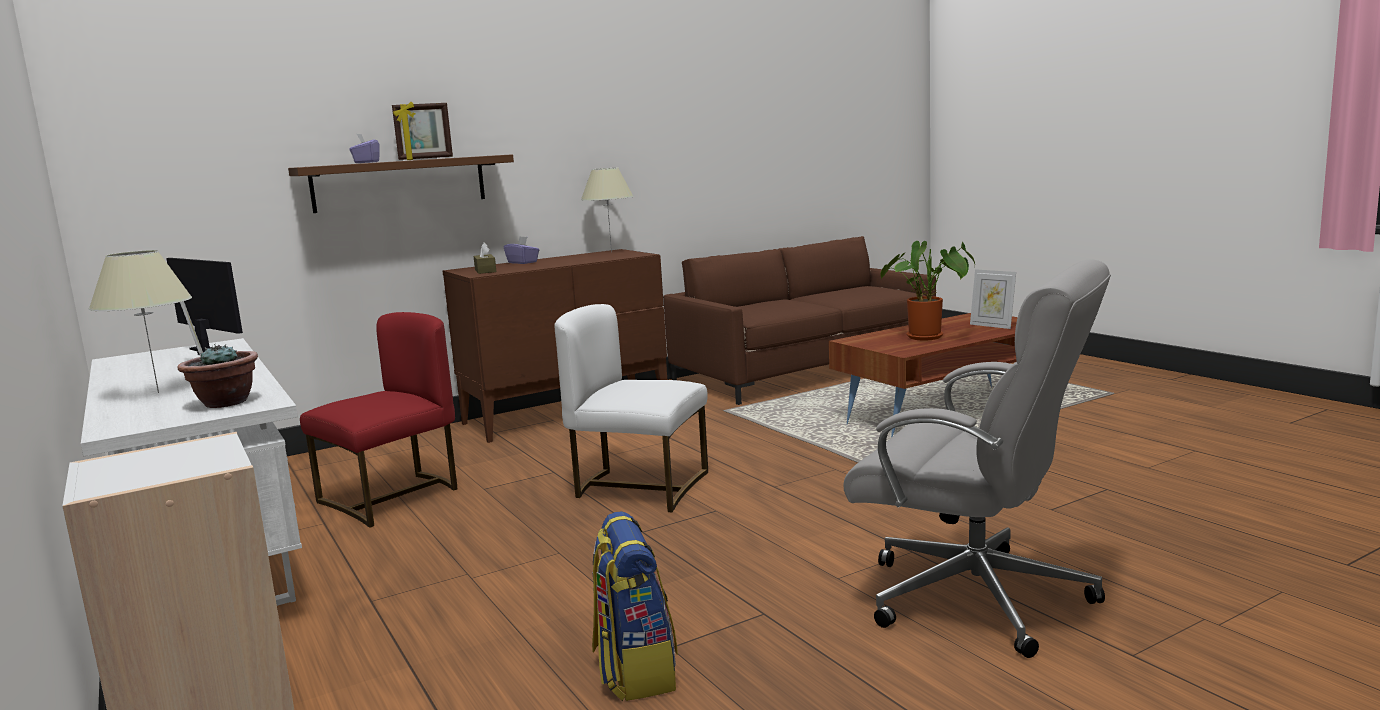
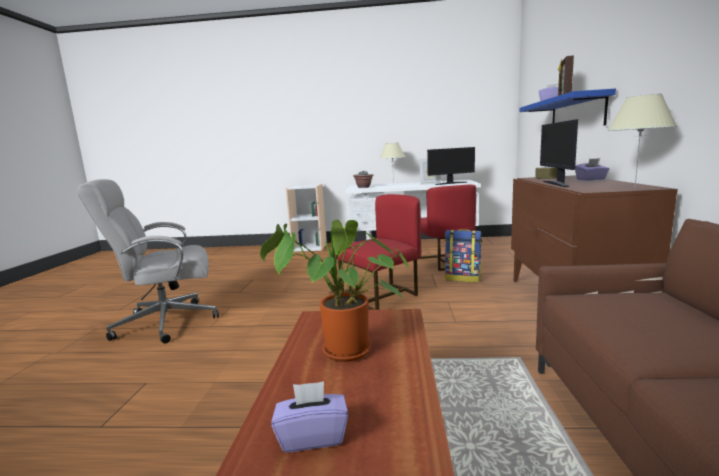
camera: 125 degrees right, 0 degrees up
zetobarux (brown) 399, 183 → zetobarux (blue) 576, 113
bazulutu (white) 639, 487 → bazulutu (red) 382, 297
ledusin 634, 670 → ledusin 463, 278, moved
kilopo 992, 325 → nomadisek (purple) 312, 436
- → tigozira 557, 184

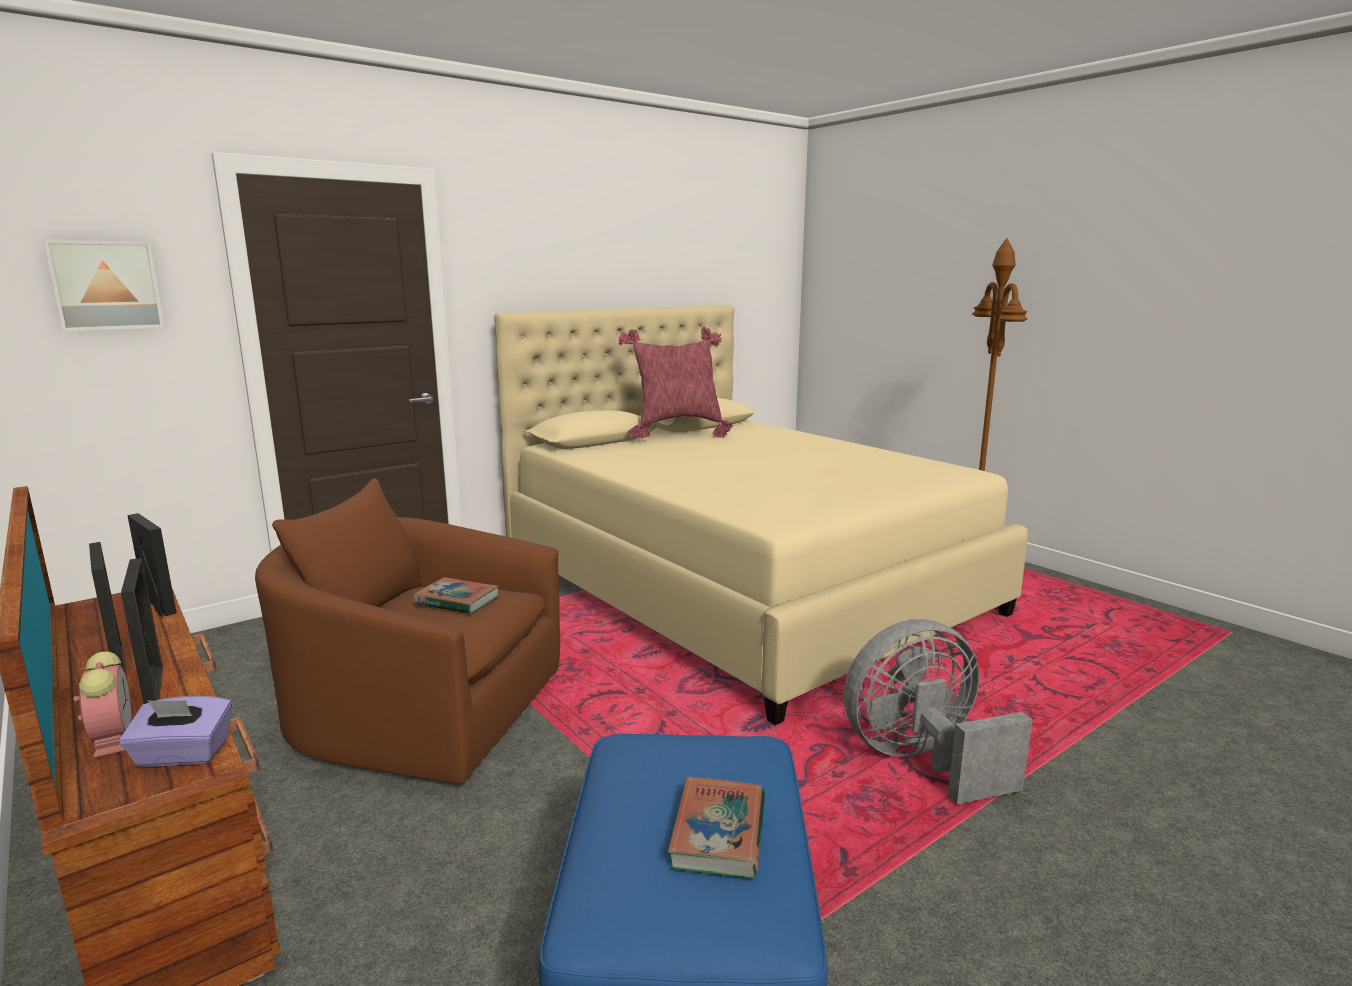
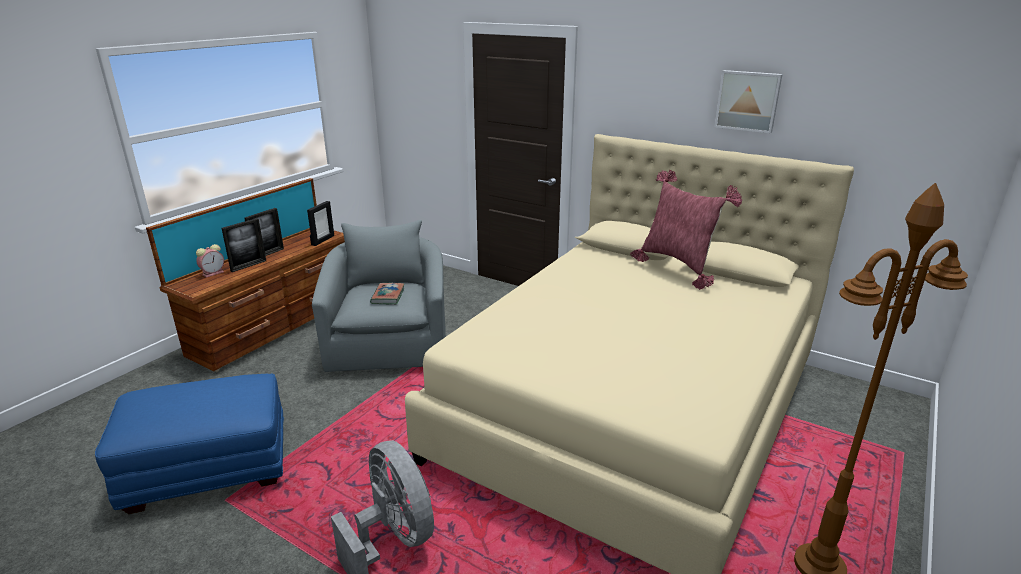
camera: 70 degrees right, 10 degrees up
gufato 106, 285 → gufato 748, 101, moved
nomadisek (purple) 183, 755 → -
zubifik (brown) 421, 712 → zubifik (grey) 390, 342
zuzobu 719, 833 → -

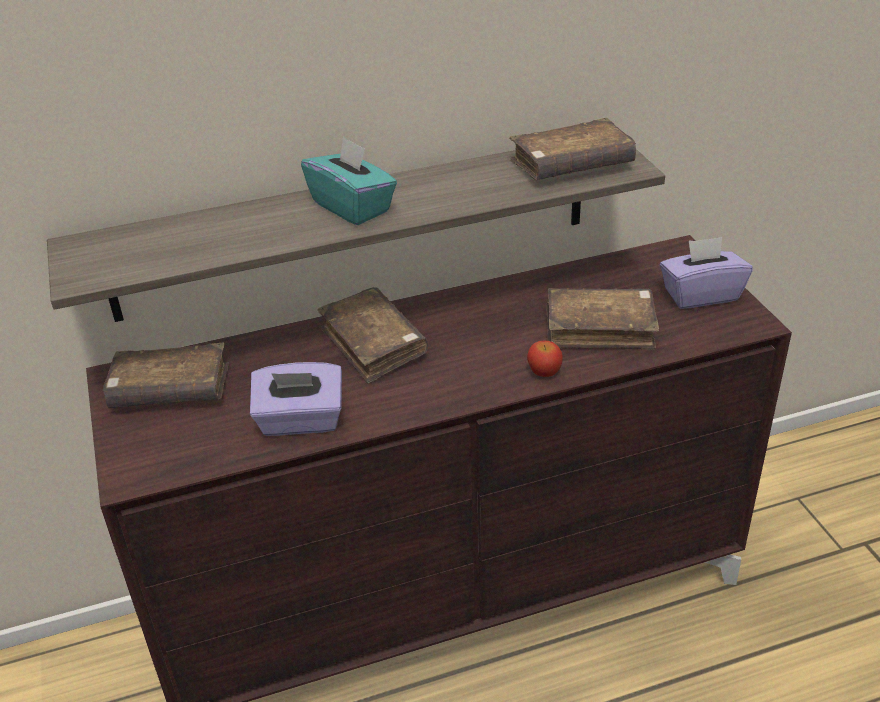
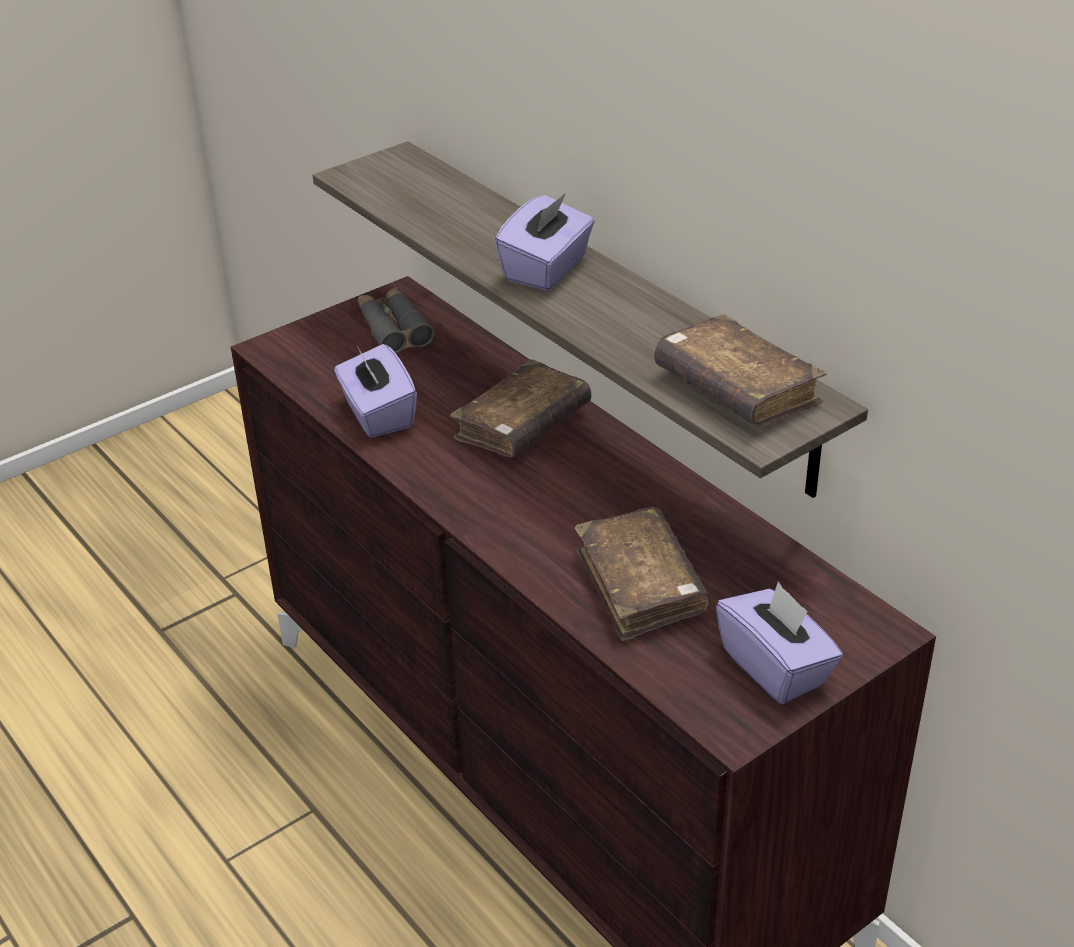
camera: 70 degrees right, 0 degrees up
zuzobu (brown) 170, 390 → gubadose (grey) 393, 329
nomadisek (turquoise) 352, 207 → nomadisek (purple) 546, 269
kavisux 544, 372 → -

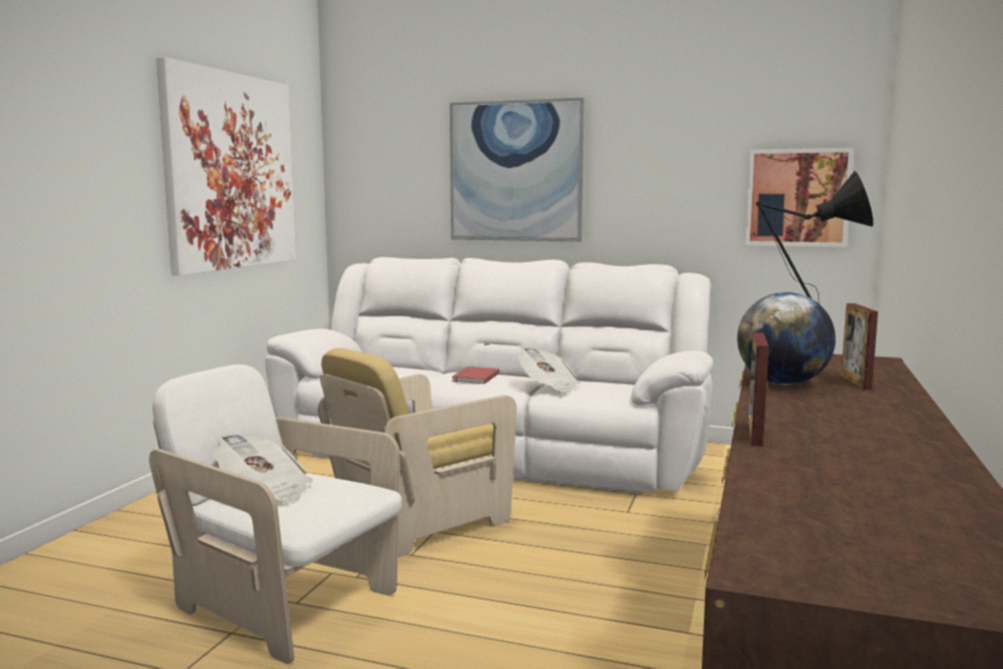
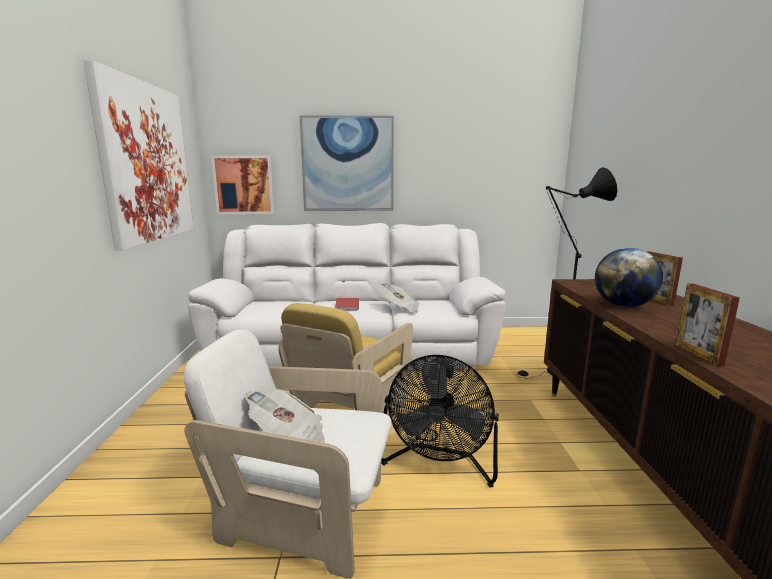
camera: 20 degrees left, 5 degrees up
gufato 797, 197 → gufato 244, 185, moved
- → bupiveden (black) 435, 460

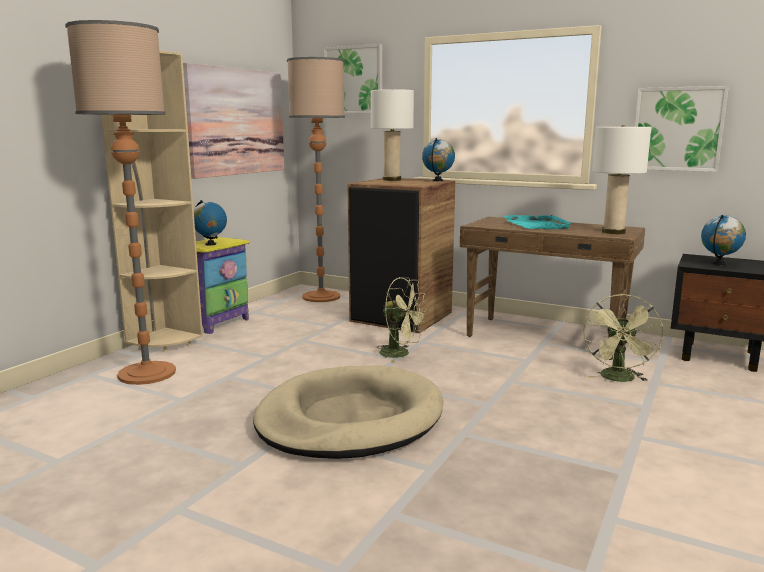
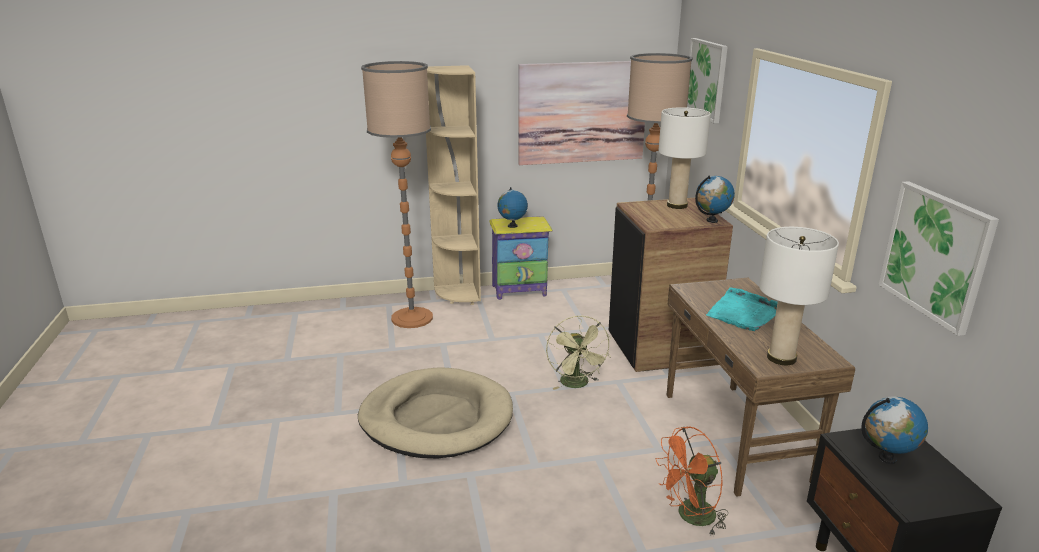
camera: 50 degrees right, 10 degrees up
bupiveden (green) 619, 379 → bupiveden (orange) 690, 517

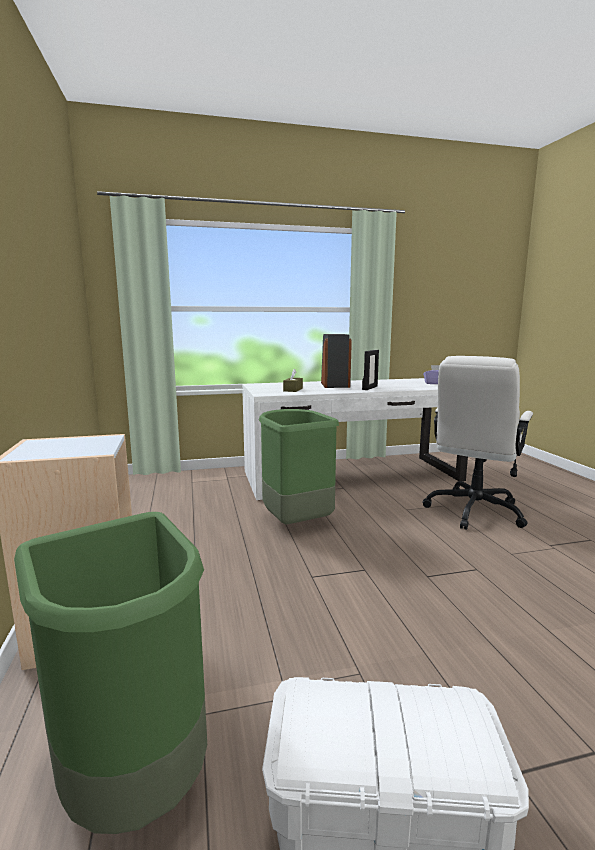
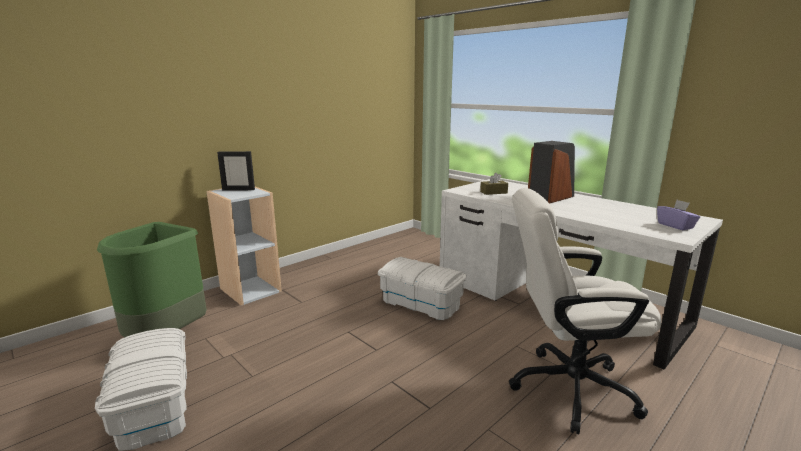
camera: 60 degrees right, 5 degrees up
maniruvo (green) 295, 523 → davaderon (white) 420, 303
kilopo 370, 388 → kilopo 238, 189, moved

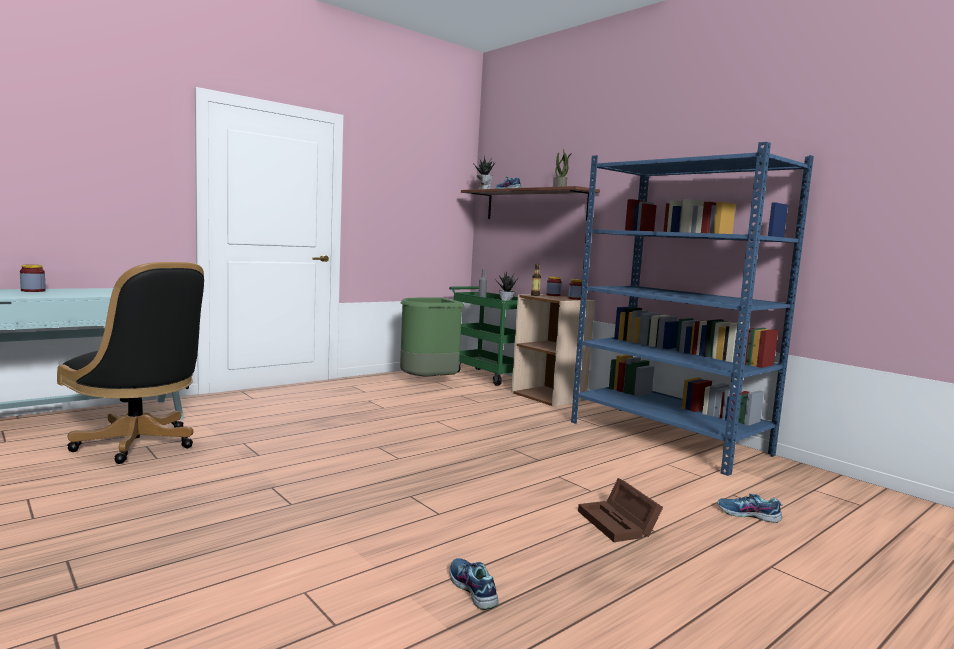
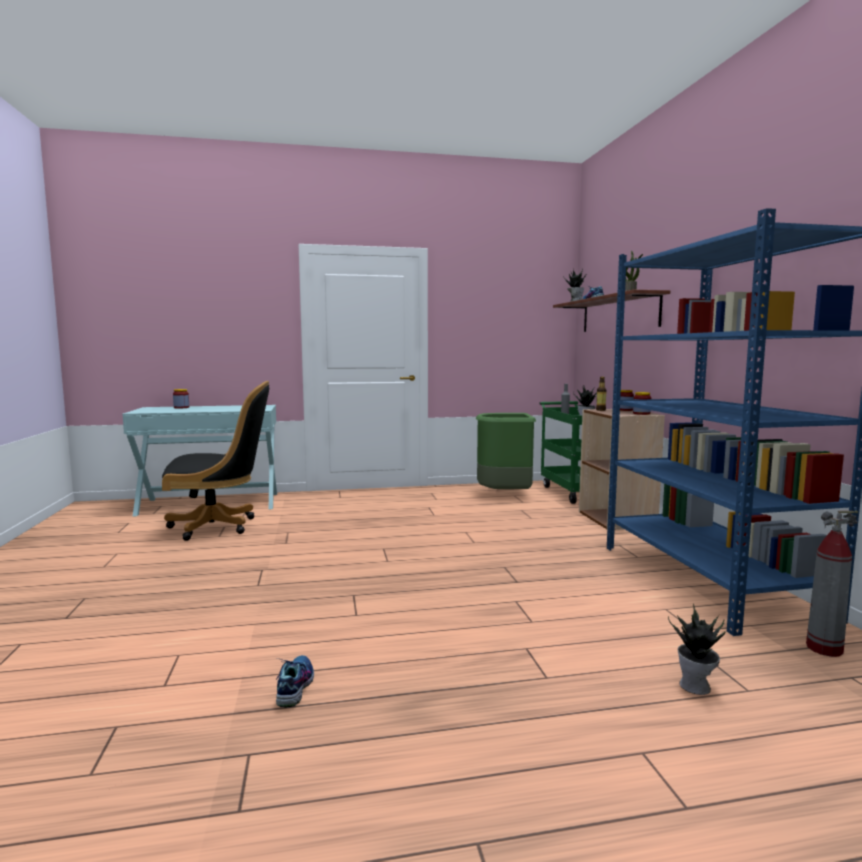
camera: 30 degrees right, 0 degrees up
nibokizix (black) 141, 447 → nibokizix (black) 220, 527, 75 degrees counterclockwise
davaderon (brown) 619, 524 → -
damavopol 748, 515 → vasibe 696, 687
- → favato 824, 649

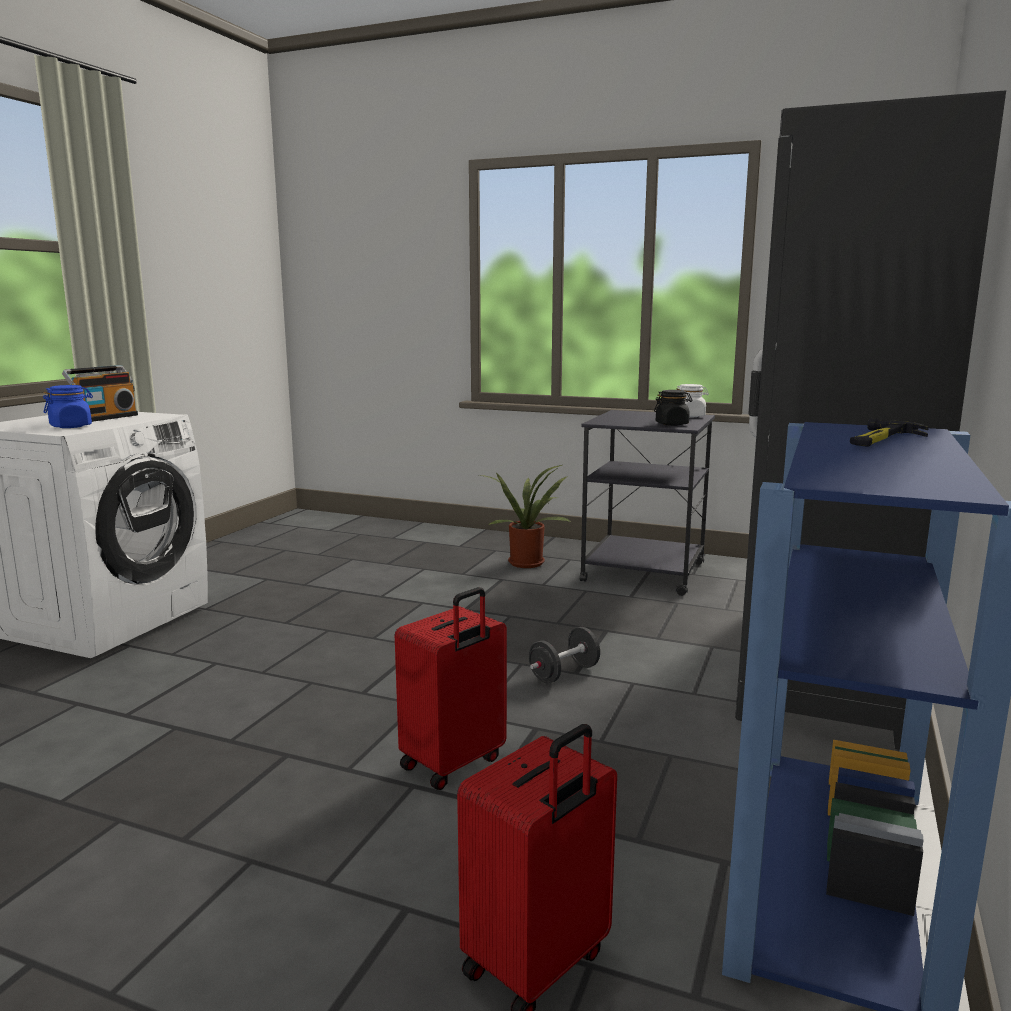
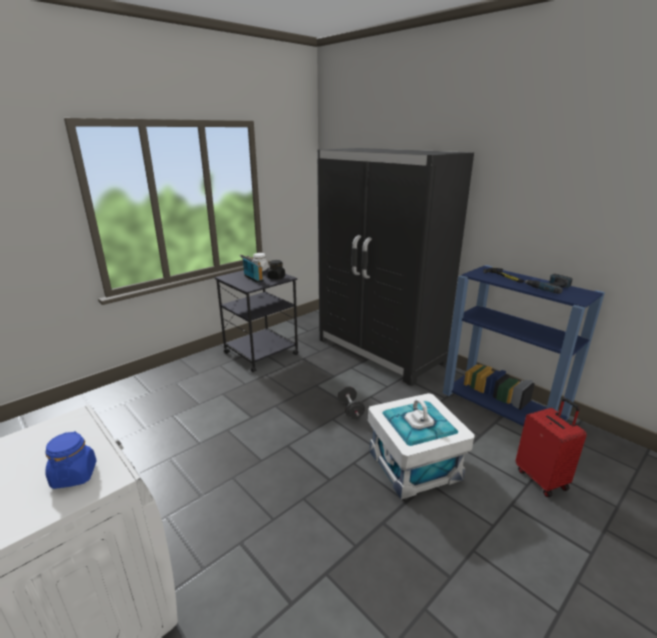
camera: 65 degrees left, 10 degrees up
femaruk 105, 418 → femaruk 252, 278, moved
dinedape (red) 454, 764 → davaderon (white) 415, 465
vasibe 527, 562 → -
- → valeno 548, 287

